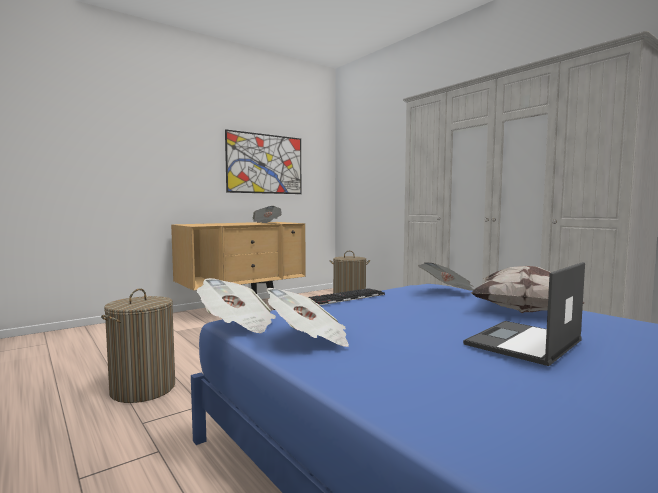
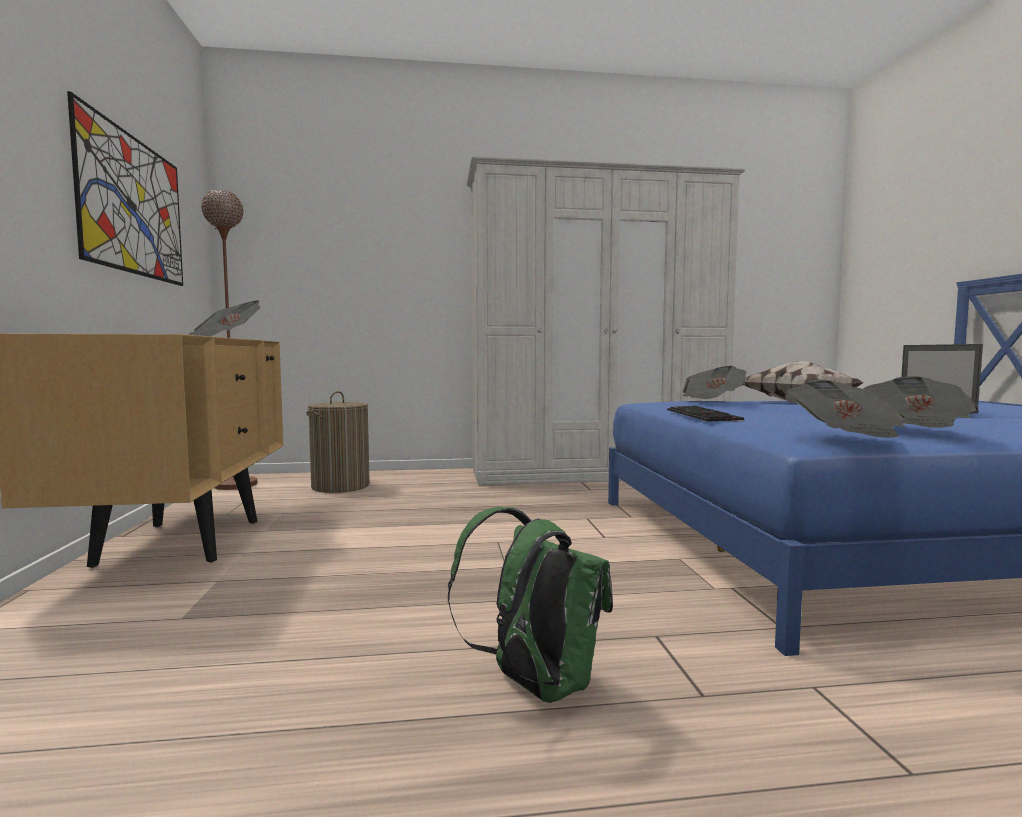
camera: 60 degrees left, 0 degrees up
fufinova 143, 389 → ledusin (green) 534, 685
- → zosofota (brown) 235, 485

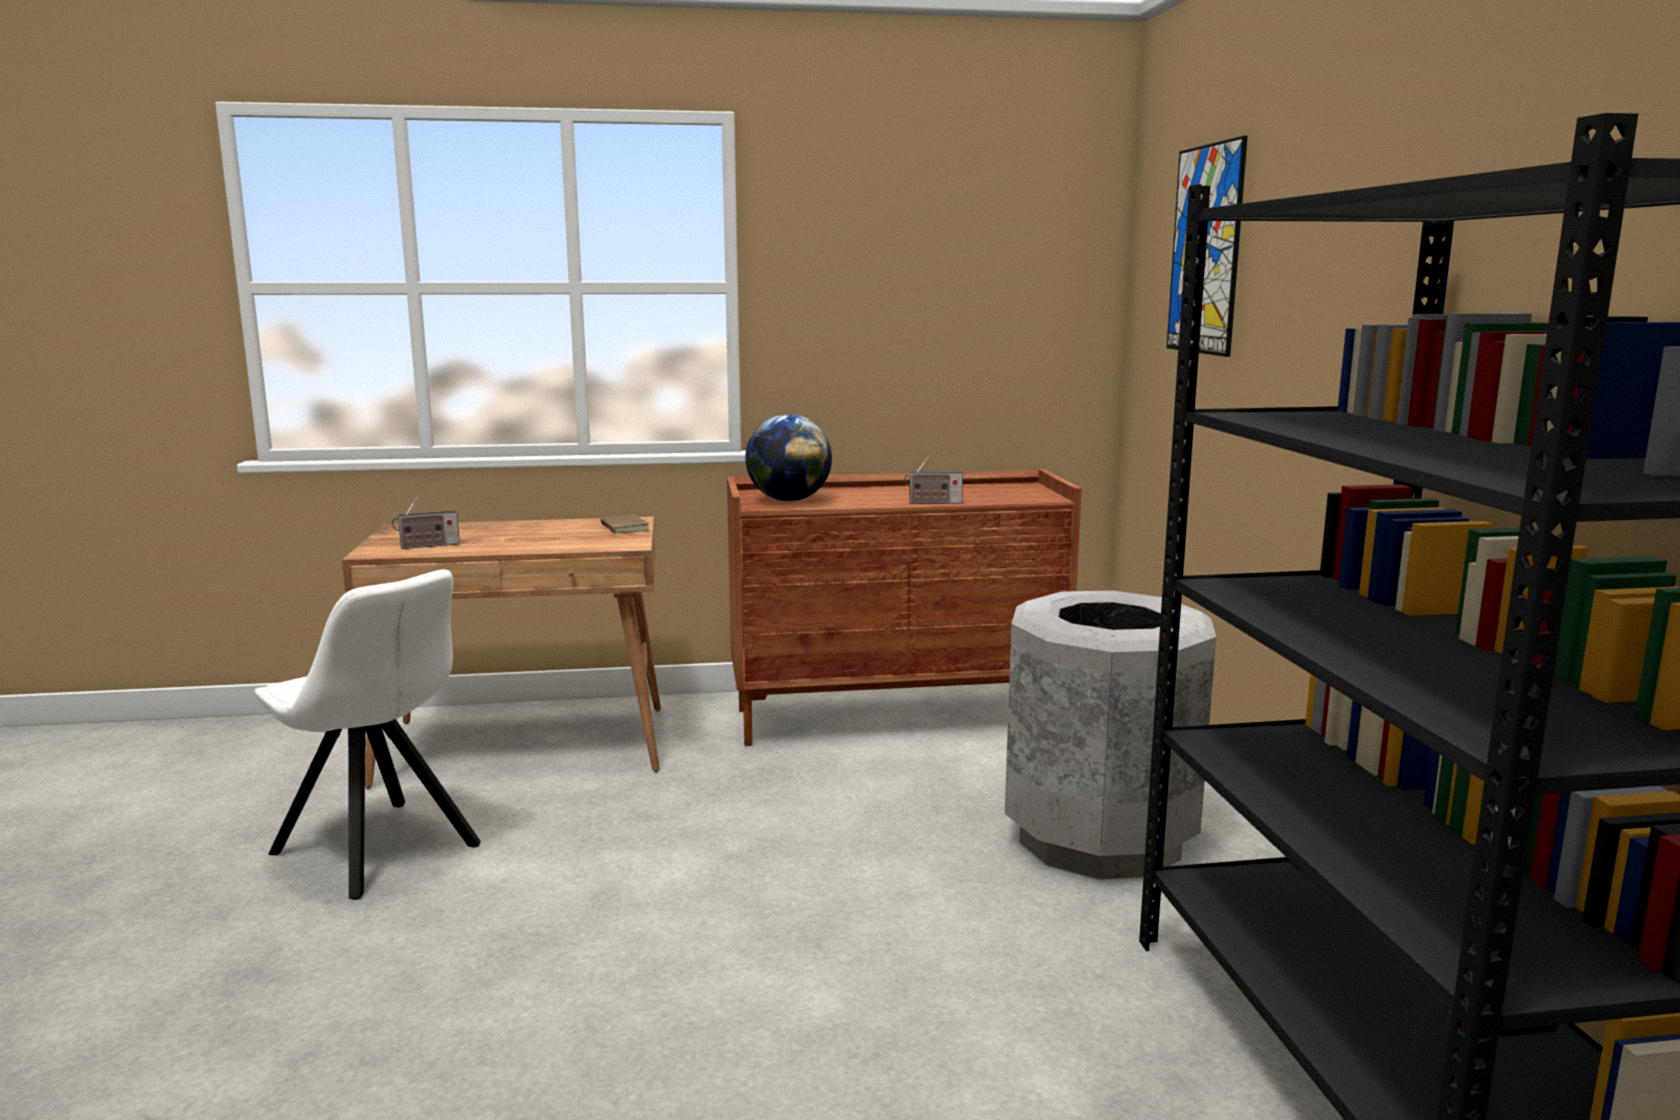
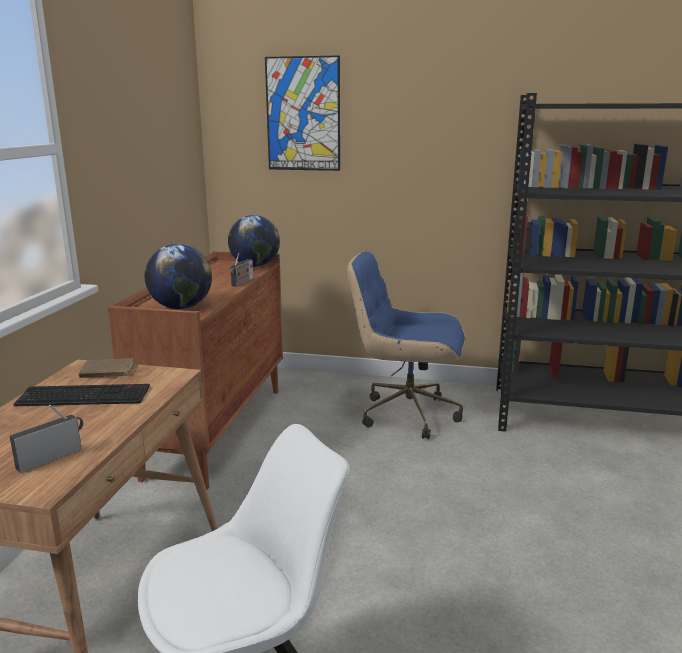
camera: 70 degrees left, 5 degrees up
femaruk 427, 546 → femaruk 52, 457, 135 degrees counterclockwise
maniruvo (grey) 1099, 838 → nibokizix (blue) 405, 414
- → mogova 86, 395
- → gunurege 255, 266

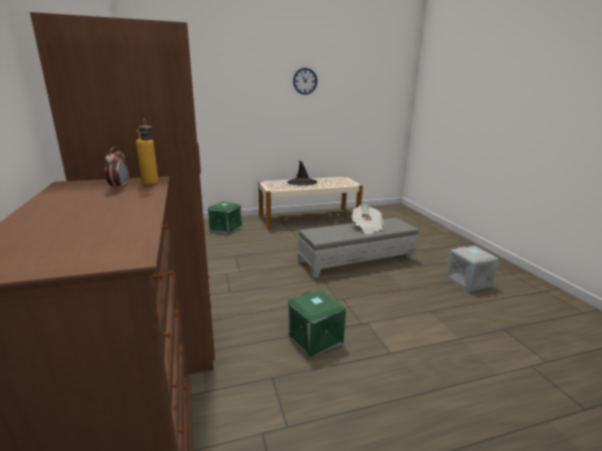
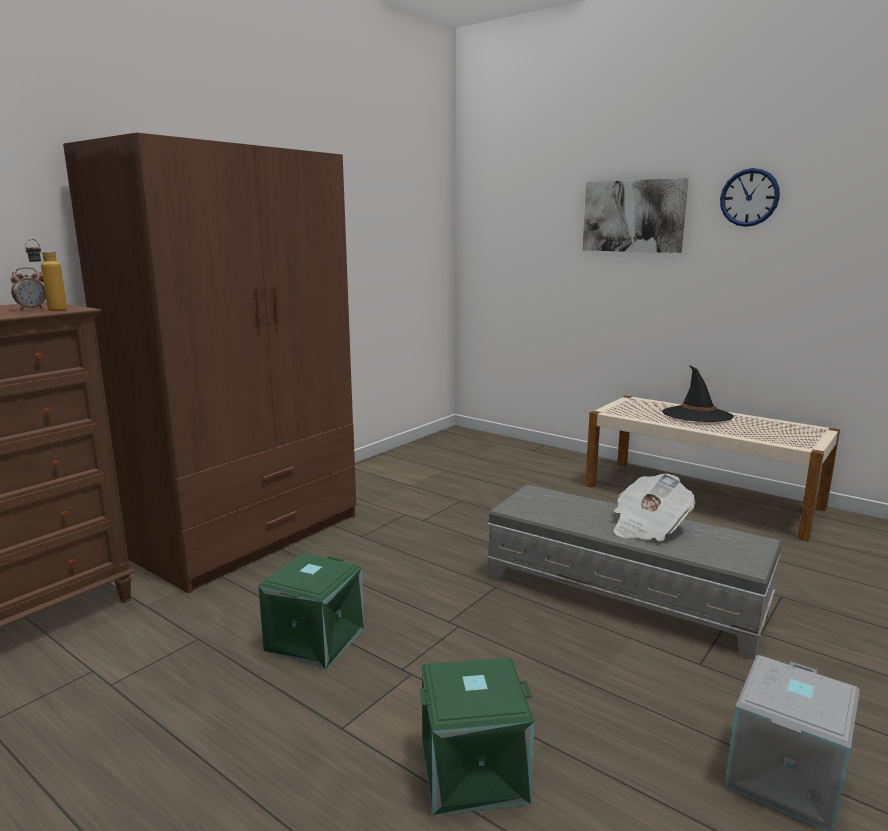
camera: 55 degrees right, 5 degrees down
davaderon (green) 225, 228 → davaderon (green) 474, 769, moved
- → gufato 633, 216

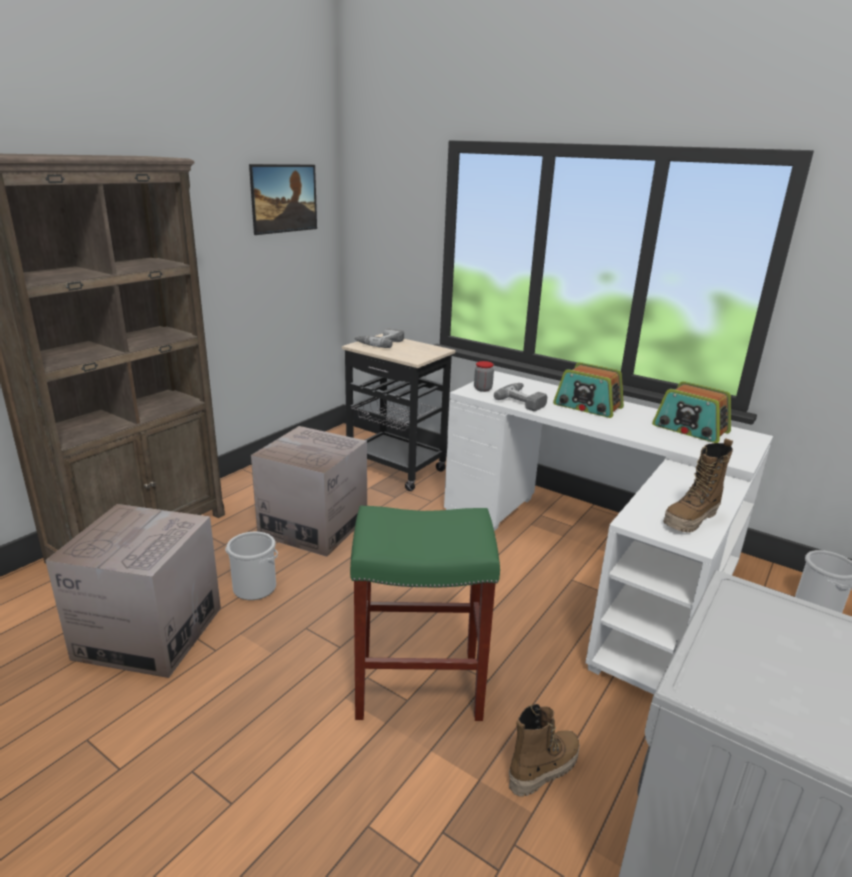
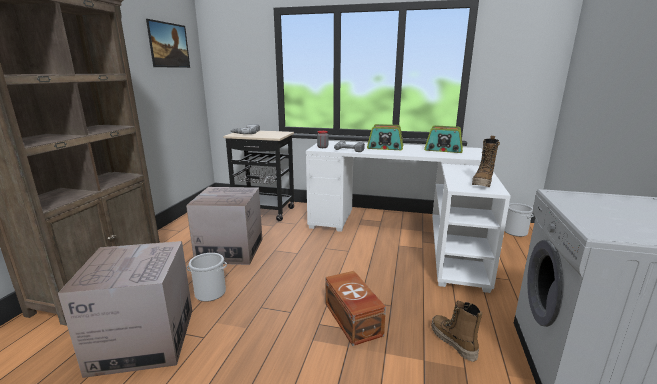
camera: 20 degrees left, 5 degrees down
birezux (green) 416, 685 → davaderon (brown) 352, 319
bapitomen 543, 768 → bapitomen 453, 342, 60 degrees counterclockwise

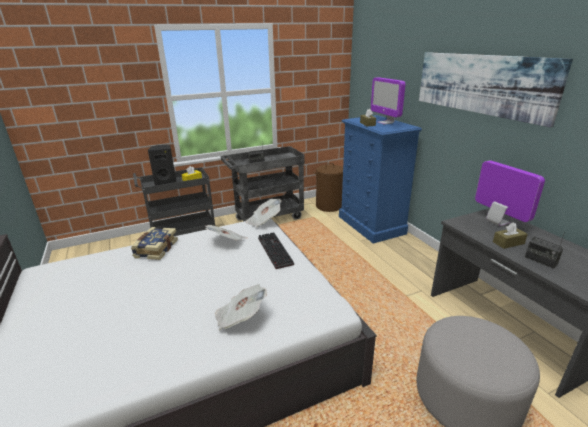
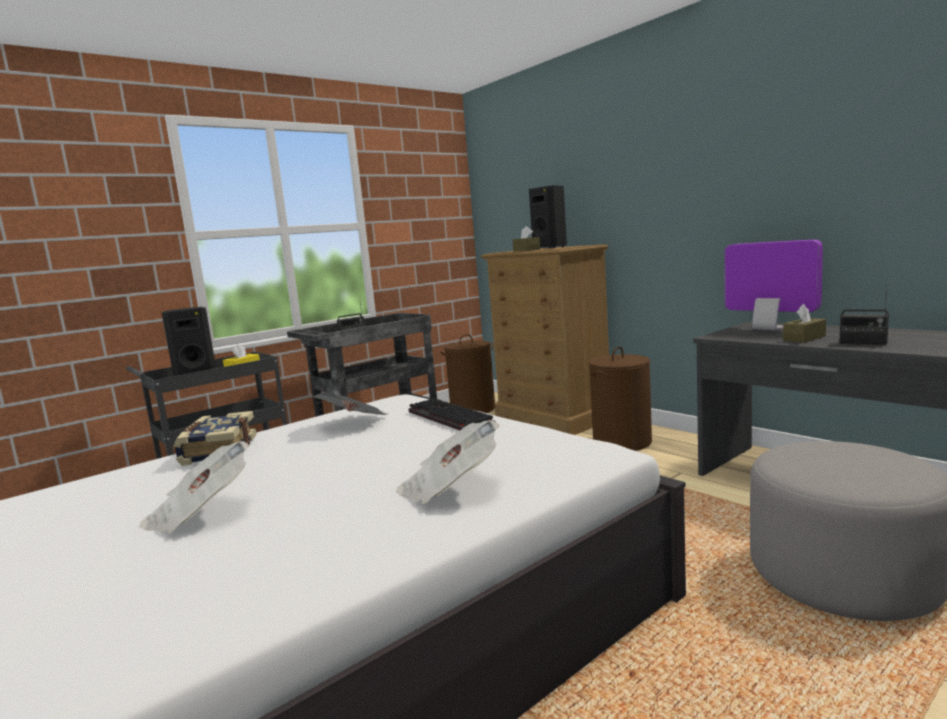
camera: 15 degrees left, 15 degrees down
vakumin 264, 221 → vakumin 200, 514, moved
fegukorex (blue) 371, 225 → fegukorex (brown) 553, 418
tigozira 385, 122 → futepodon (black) 550, 248
gufato 480, 84 → -
- → fufinova (brown) 622, 442

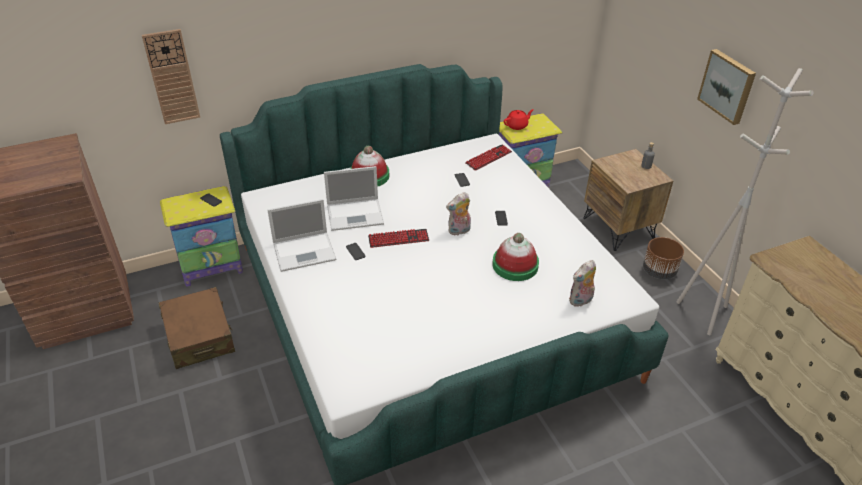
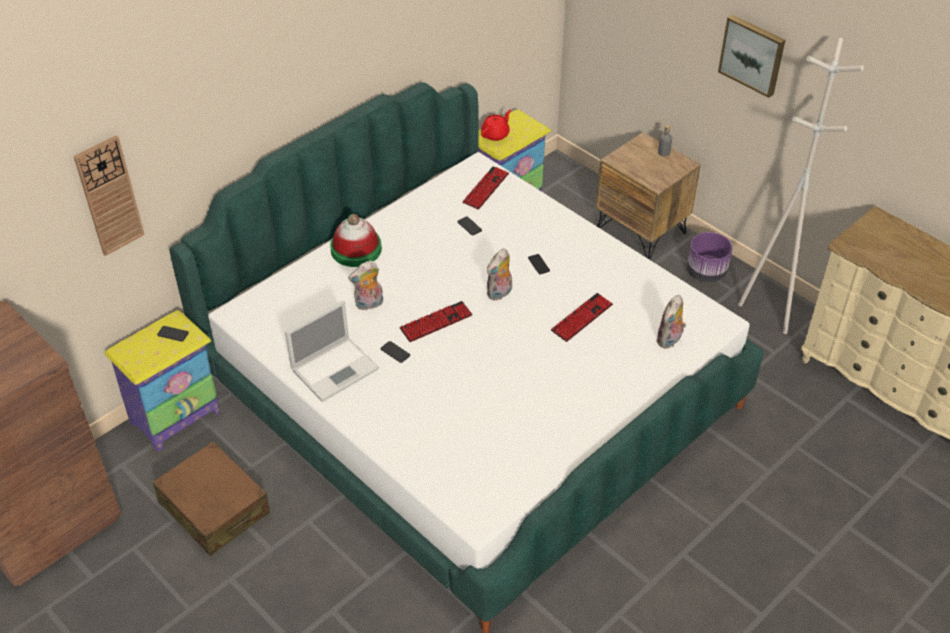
camera: 20 degrees left, 5 degrees up
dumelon 356, 214 → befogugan 369, 304
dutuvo 515, 265 → mogova 582, 318
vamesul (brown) 658, 271 → vamesul (purple) 706, 273

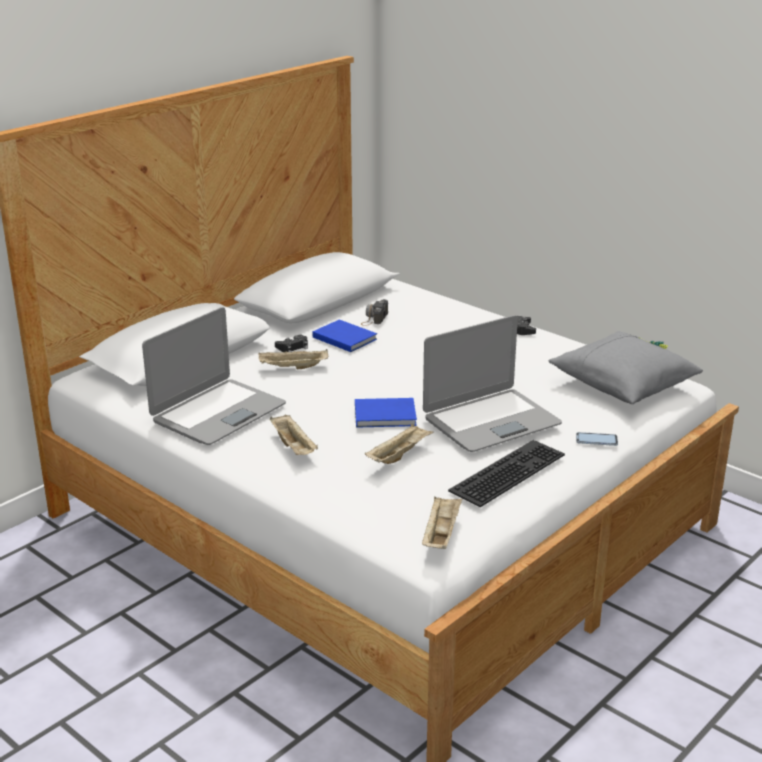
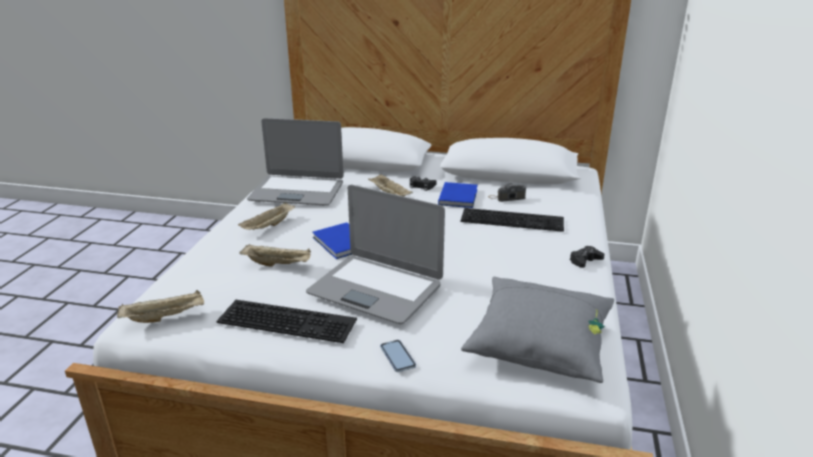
camera: 60 degrees right, 0 degrees up
- → mogova 513, 219

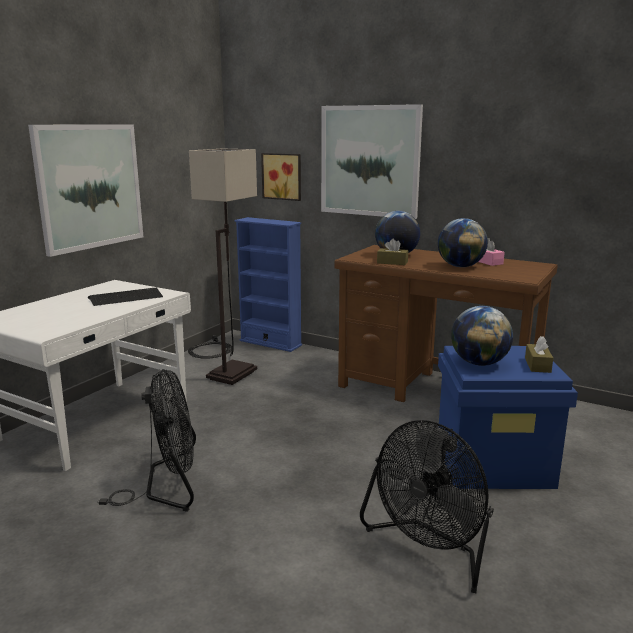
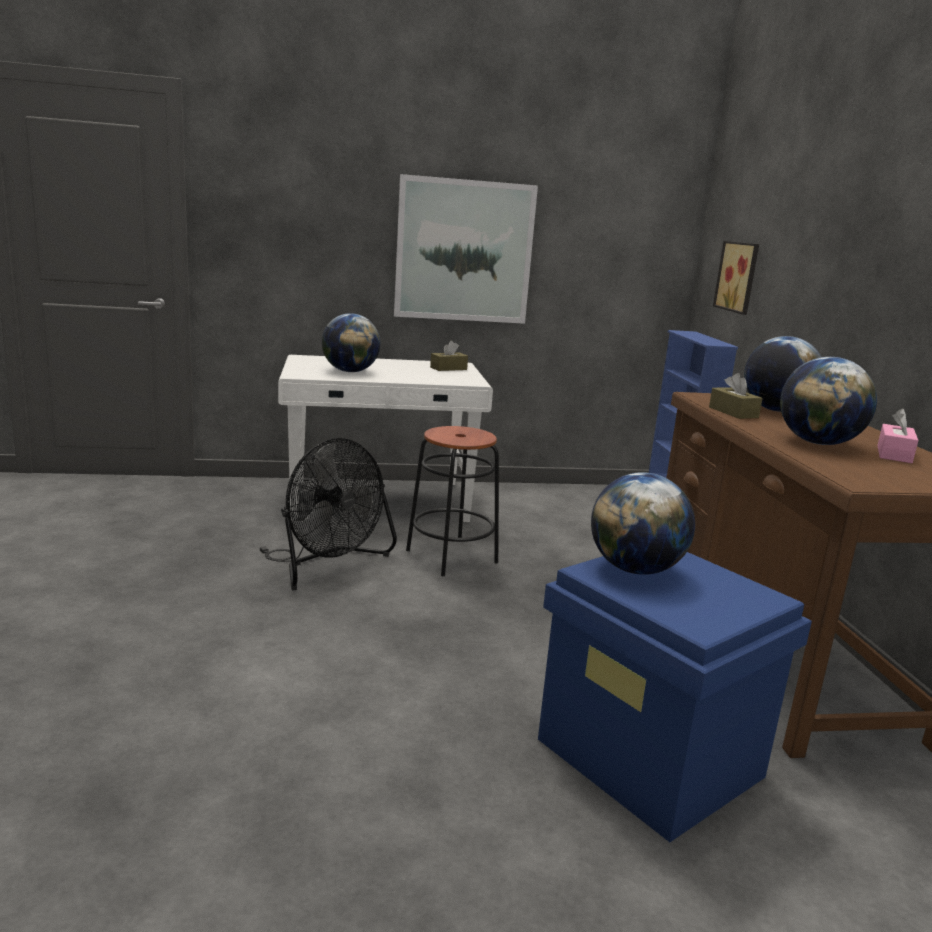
camera: 50 degrees right, 0 degrees up
mogova 126, 298 → -
zosofota 221, 361 → -
gufato 369, 161 → -
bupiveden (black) 428, 544 → -
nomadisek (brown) 537, 365 → nomadisek (brown) 448, 368, moved
- → gunurege 350, 371
- → birezux (black) 451, 556

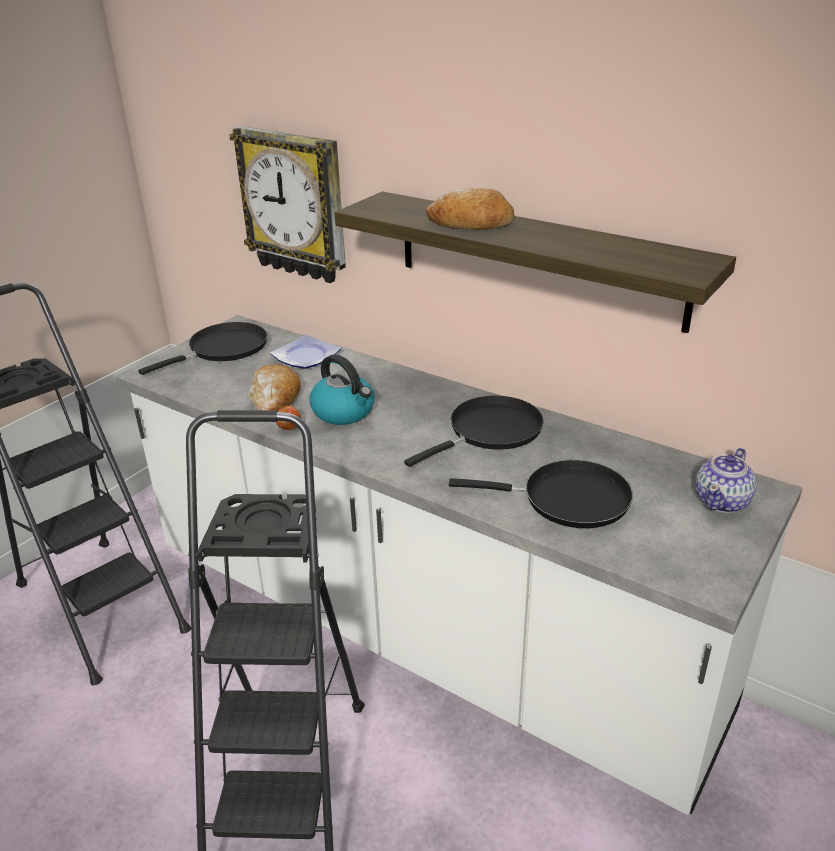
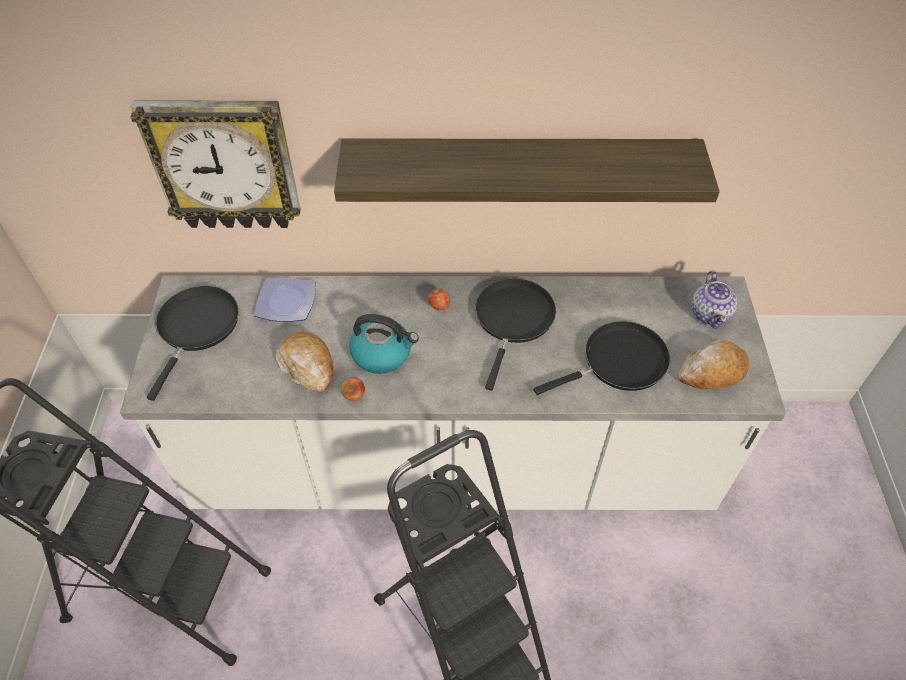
camera: 35 degrees left, 20 degrees up
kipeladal 471, 224 → kipeladal 712, 371, moved
- → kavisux 439, 306

